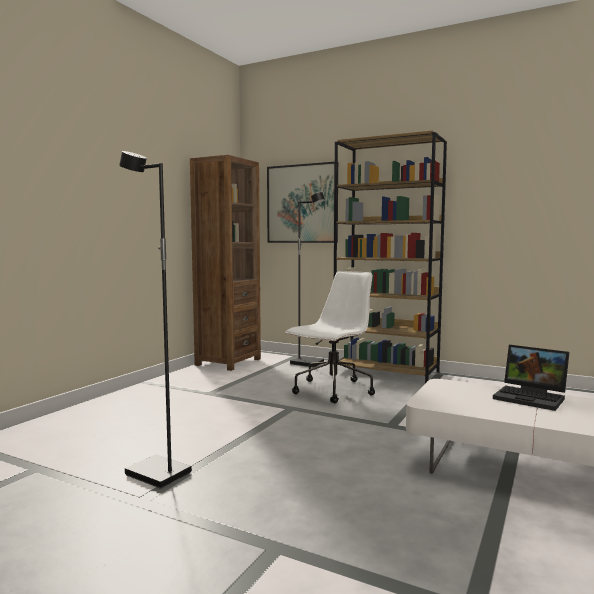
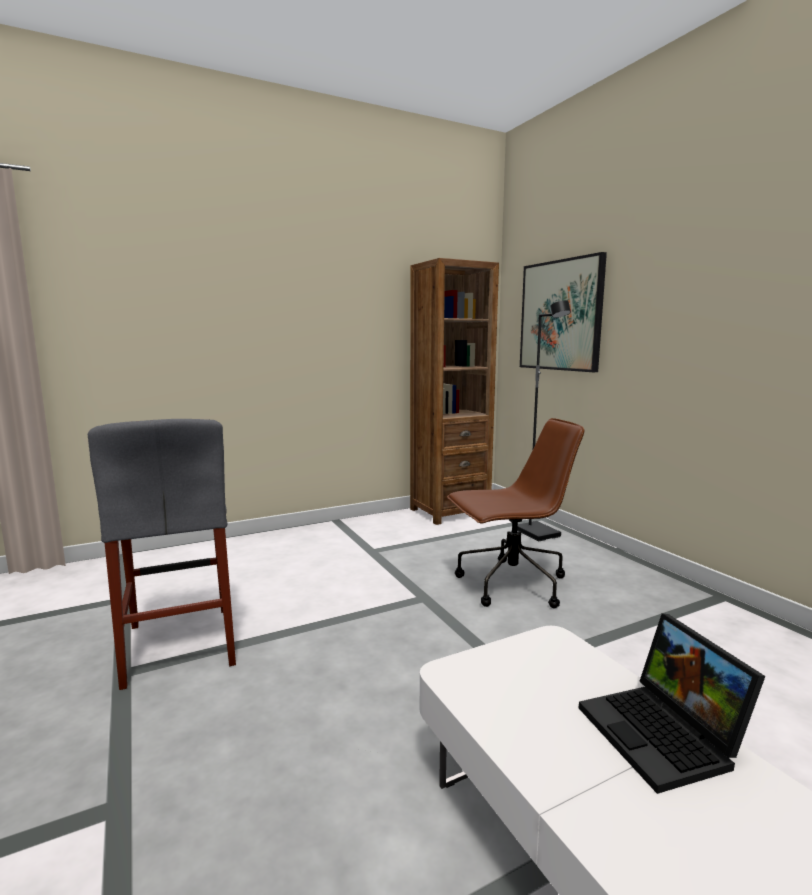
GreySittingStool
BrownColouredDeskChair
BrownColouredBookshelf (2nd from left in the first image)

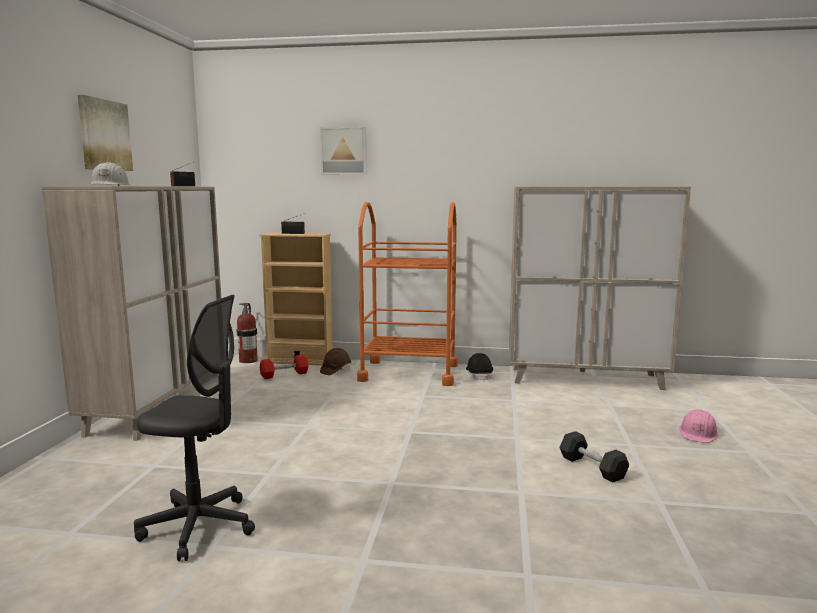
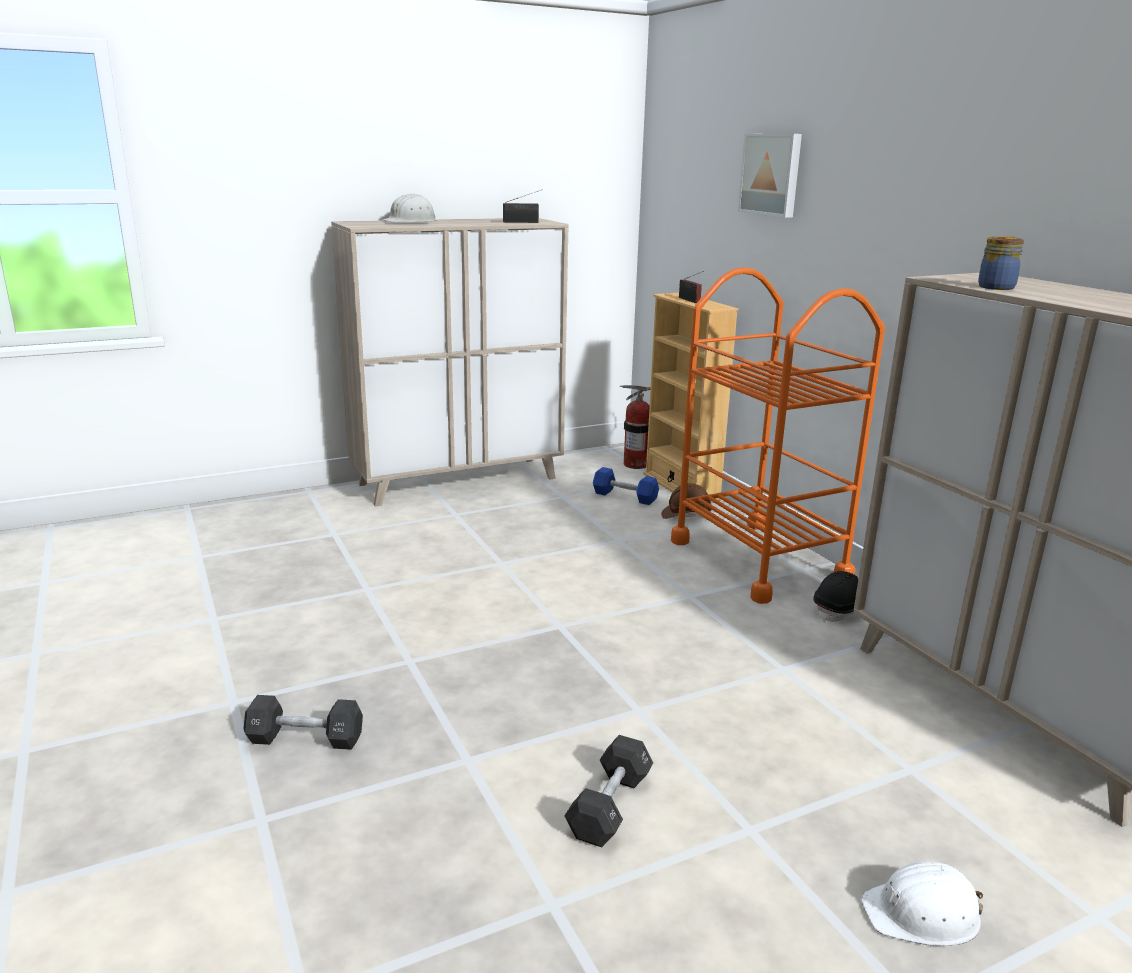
WallArt (1st from left in the first image)
GreyDeskChair
BlueFreeWeight
WhitishWorkHelmet (2nd from left)
BlackColouredFreeWeight (1st from left)
PreserveJar

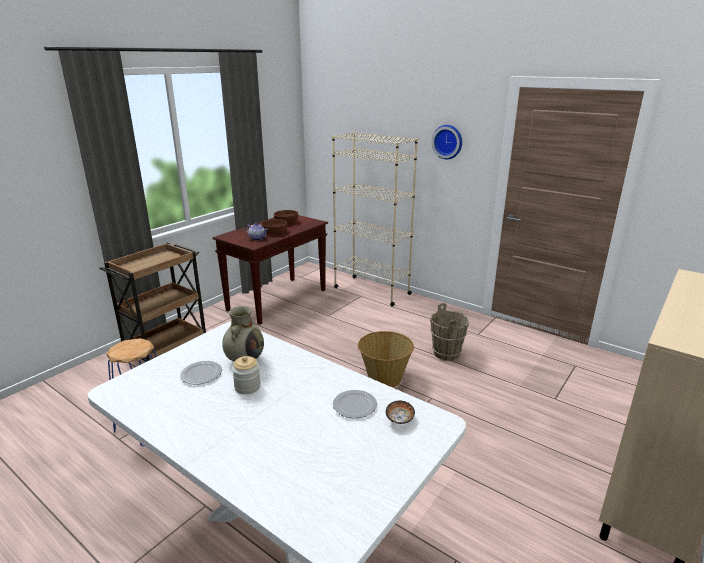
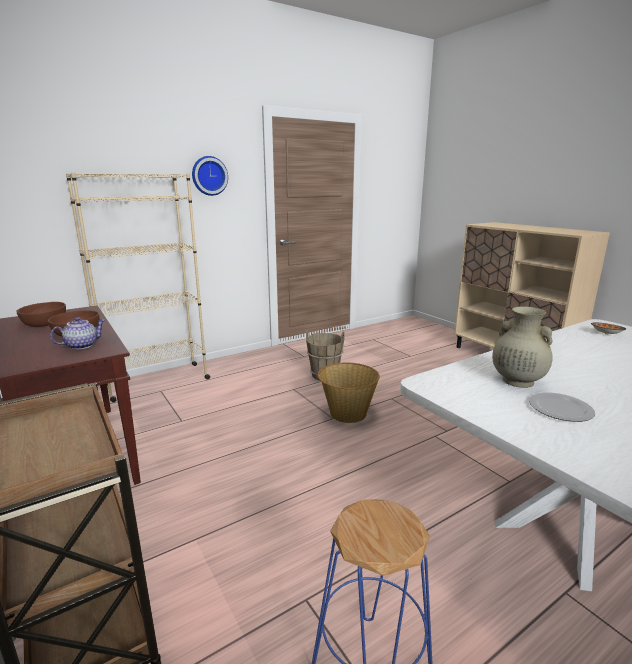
PreserveJar
DinnerPlate (2nd from left in the first image)

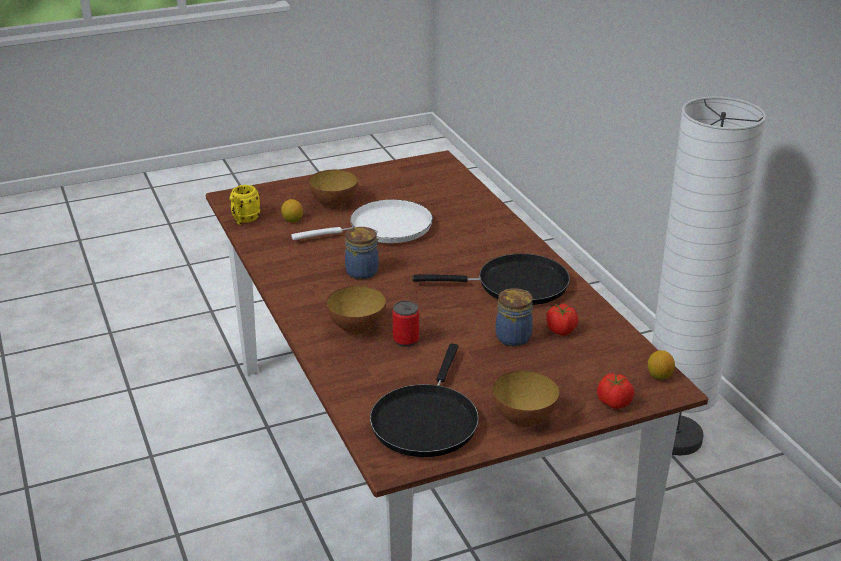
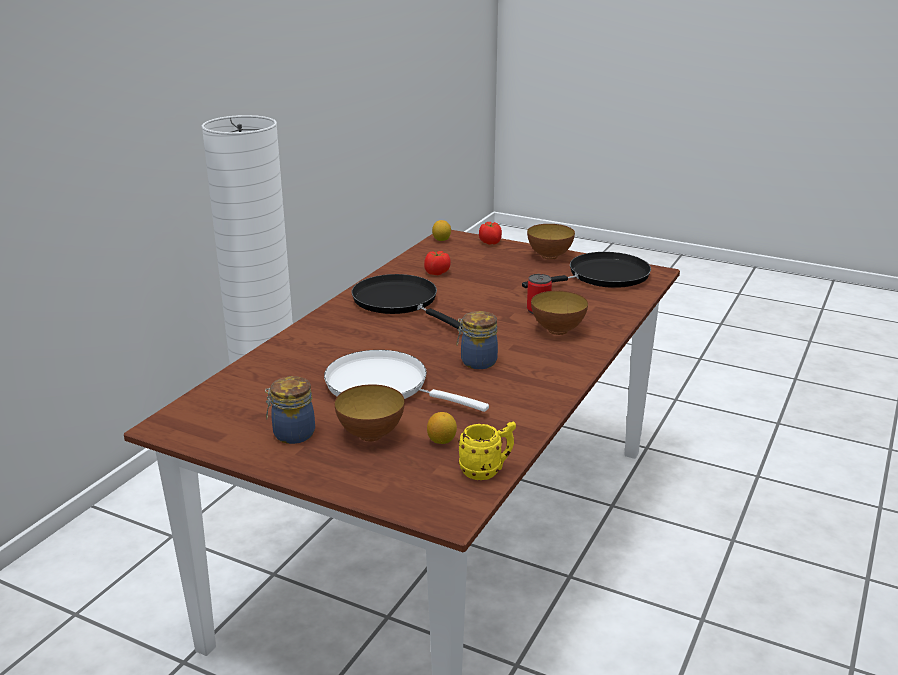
PreserveJar (1st from left)

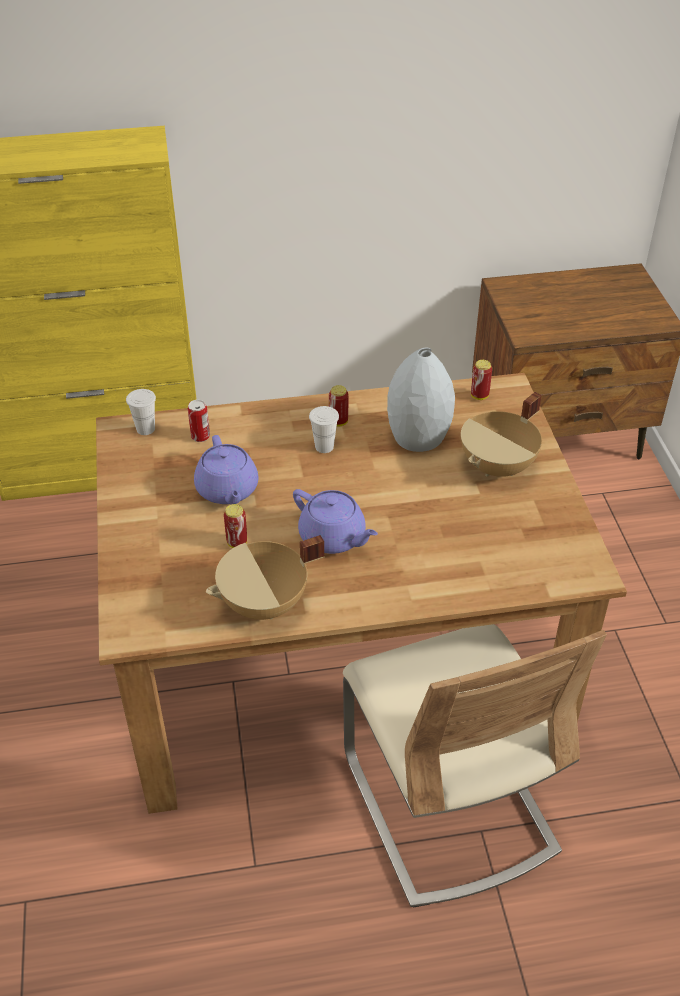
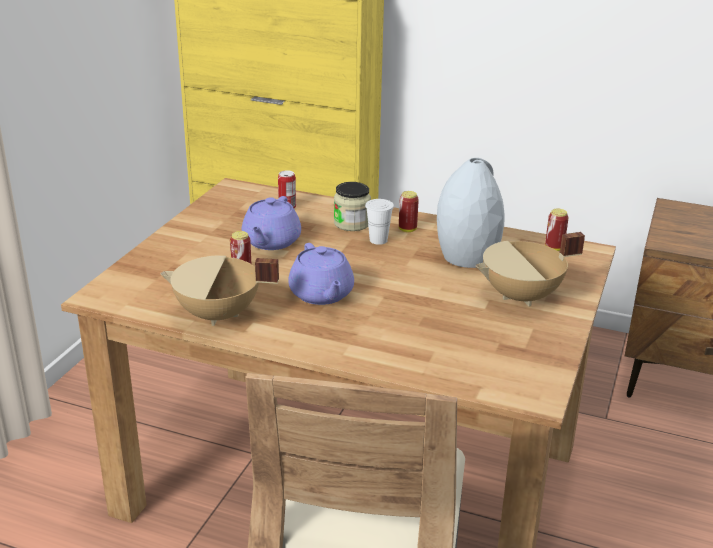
WhitishCup (1st from left in the first image)
PreserveJar

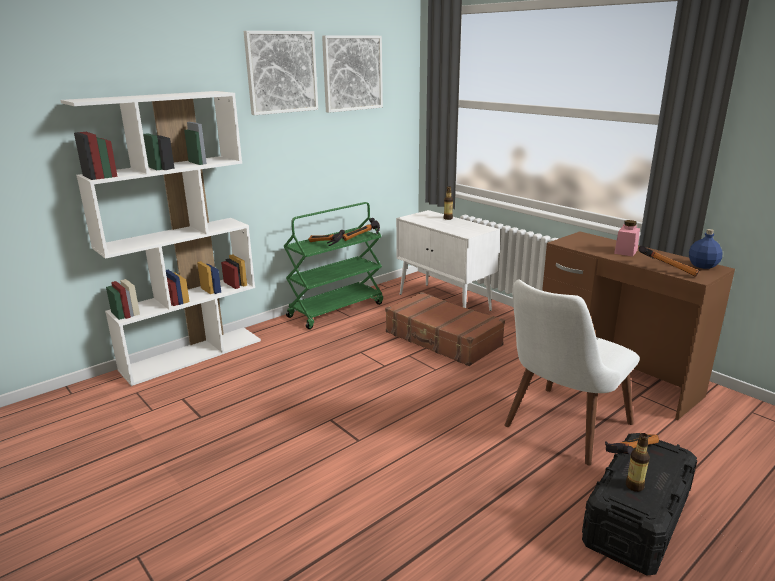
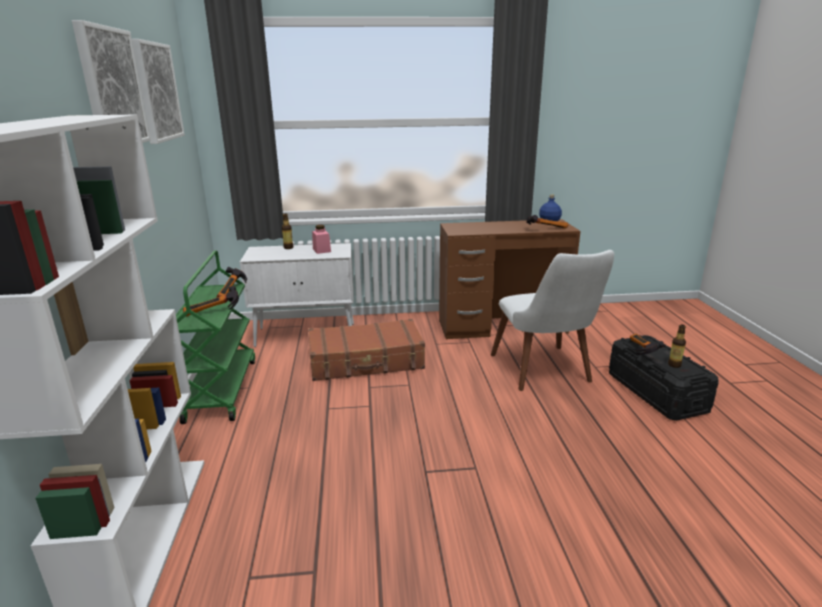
PinkishPreserveJar

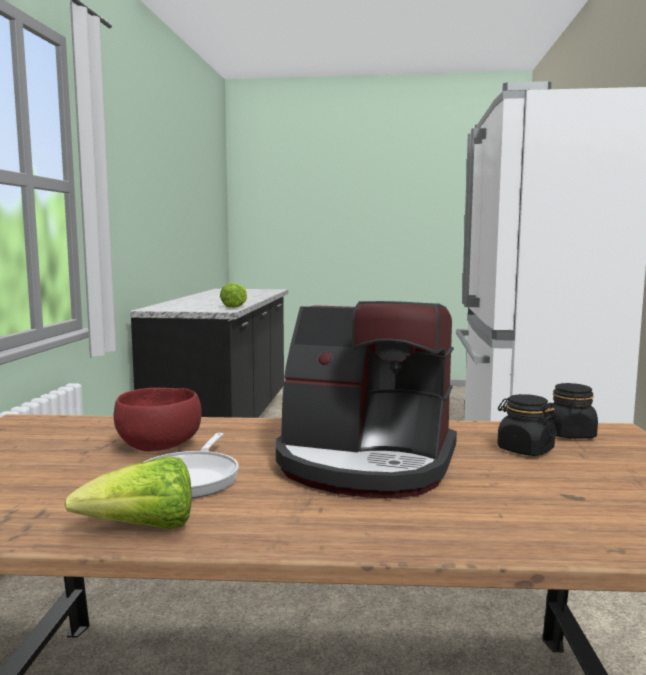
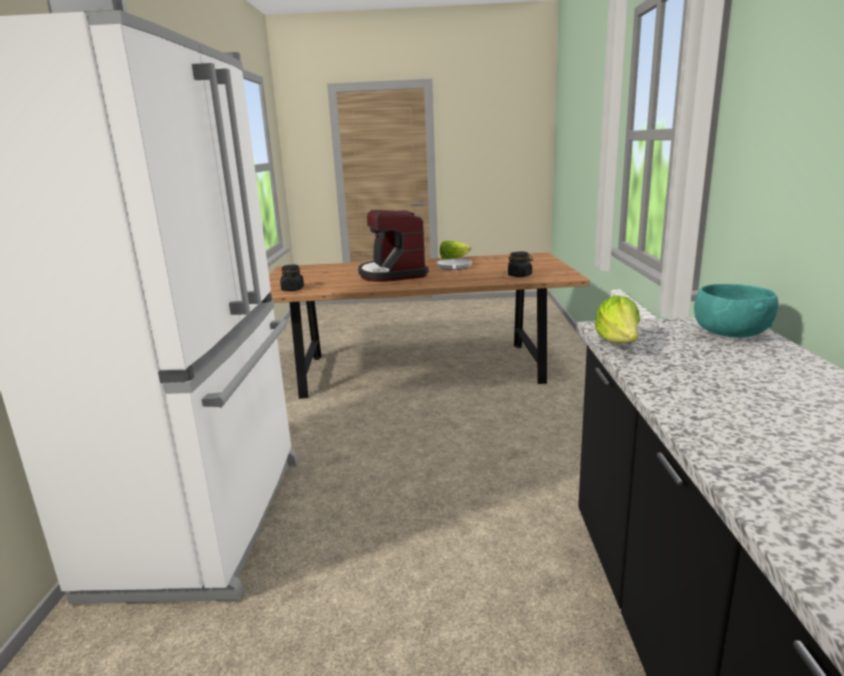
ReddishServingBowl
CoffeeMaker
BlackColouredPreserveJar (2nd from left)
TurquoiseServingBowl

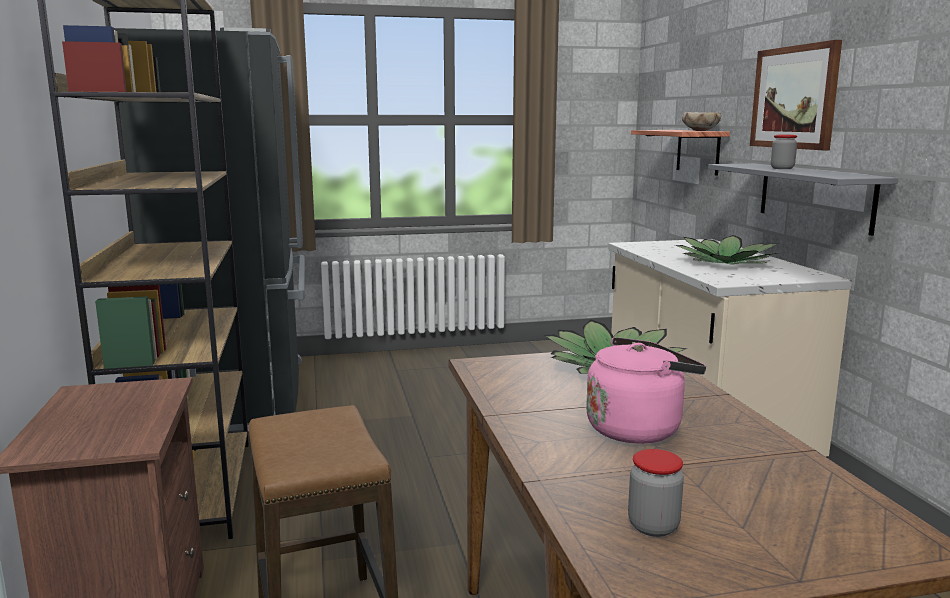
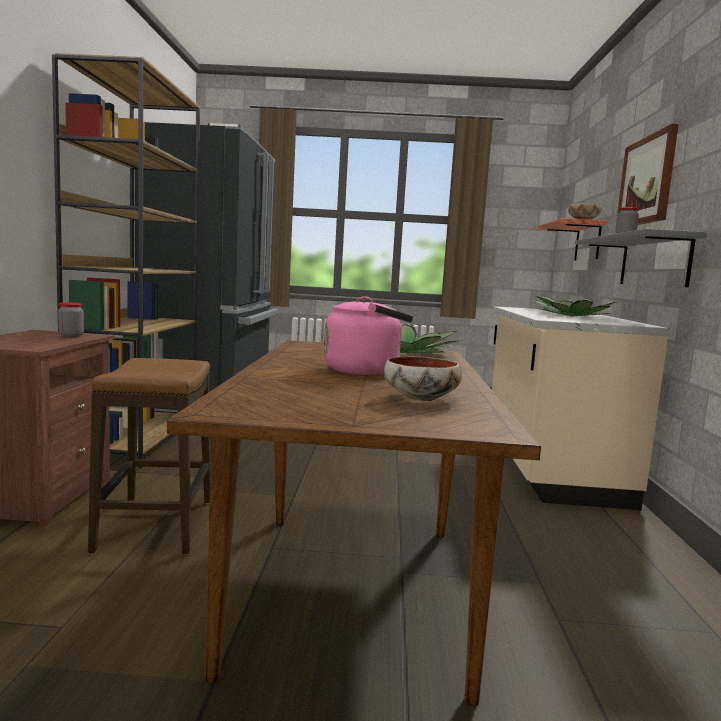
PreserveJar (1st from left)
ServingBowl (1st from left)

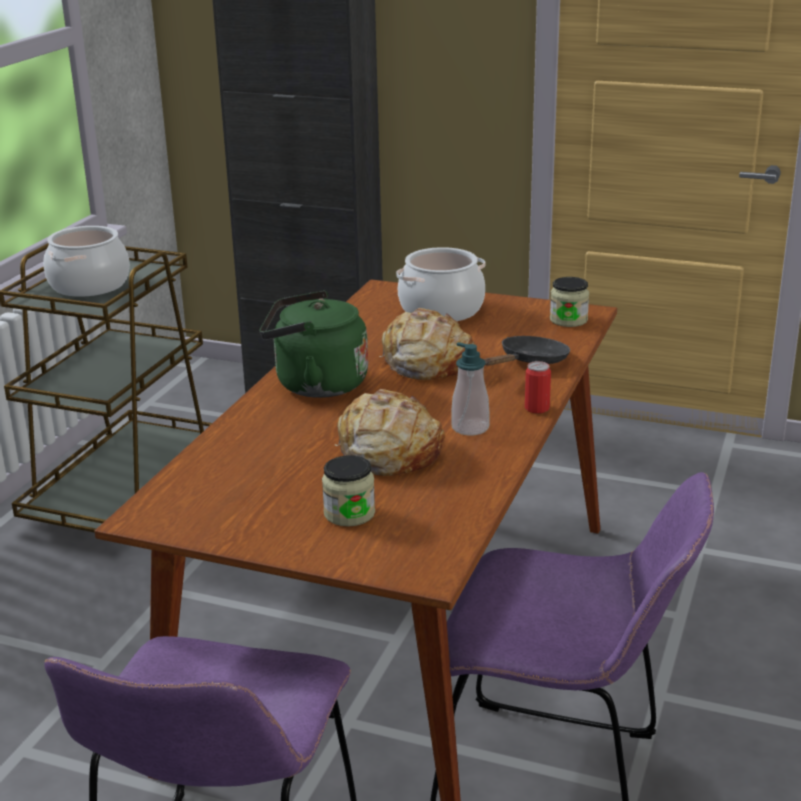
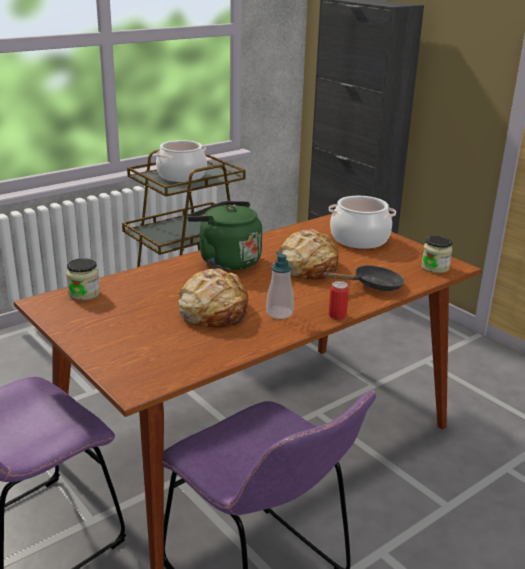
PreserveJar (1st from left)

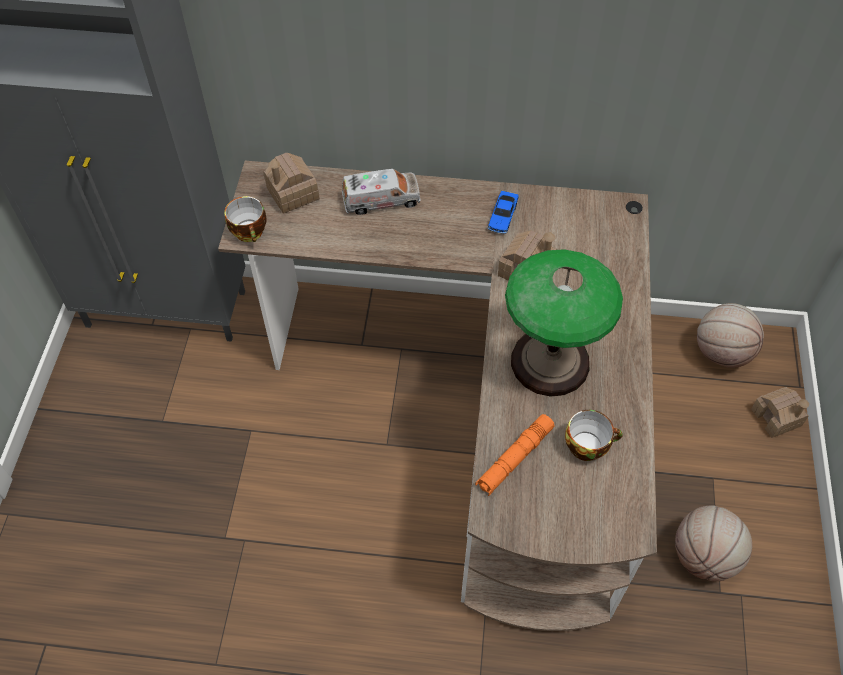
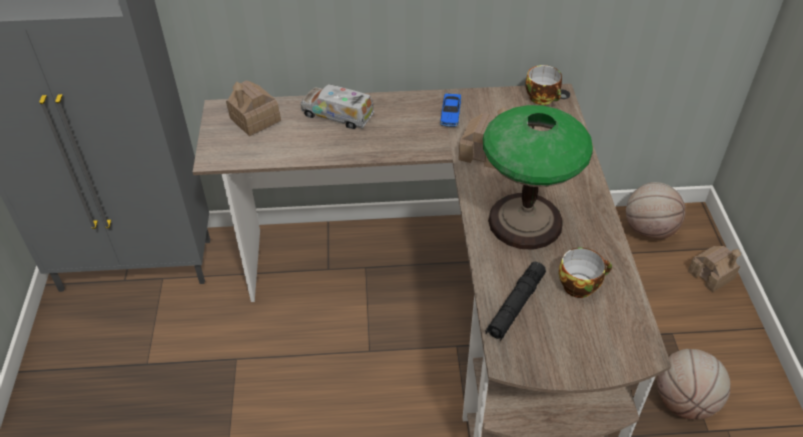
Cup (1st from left)
ToyLorry
BlackColouredTorch

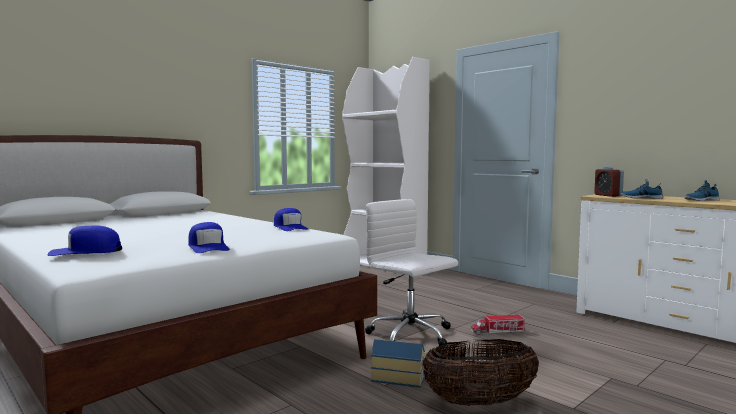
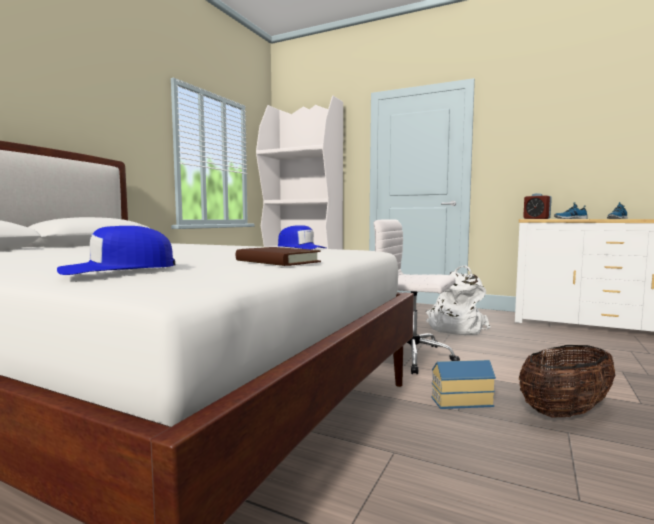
BrownColouredVolume
ToyLorry
WhitishRucksack

